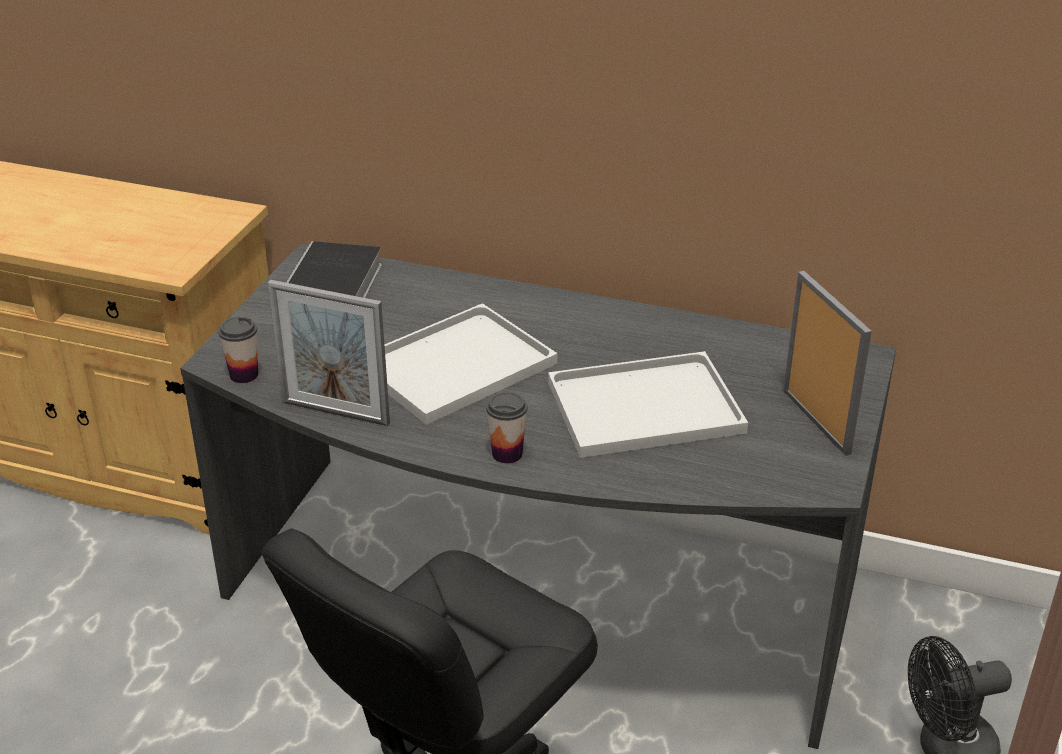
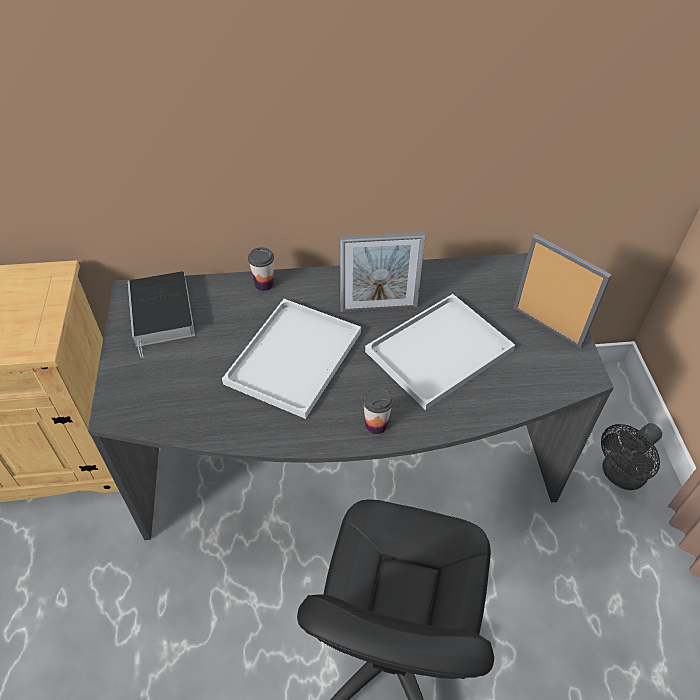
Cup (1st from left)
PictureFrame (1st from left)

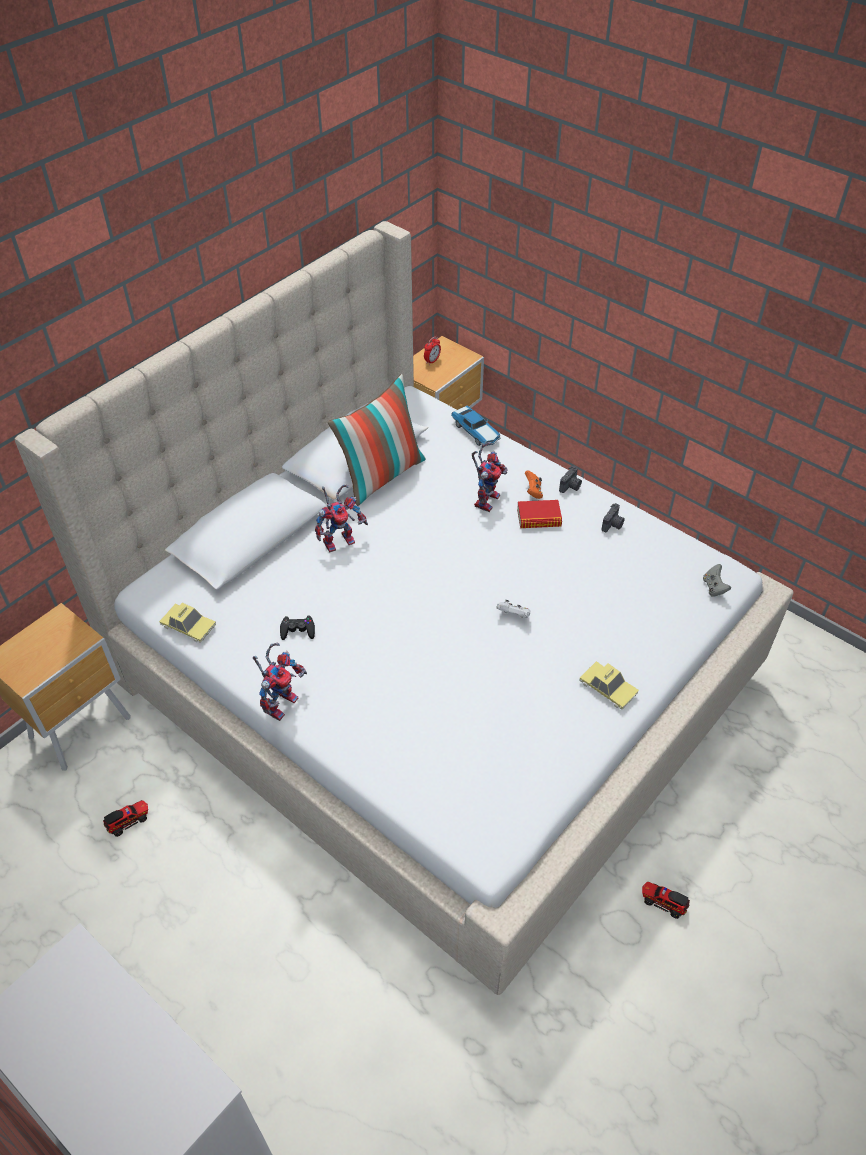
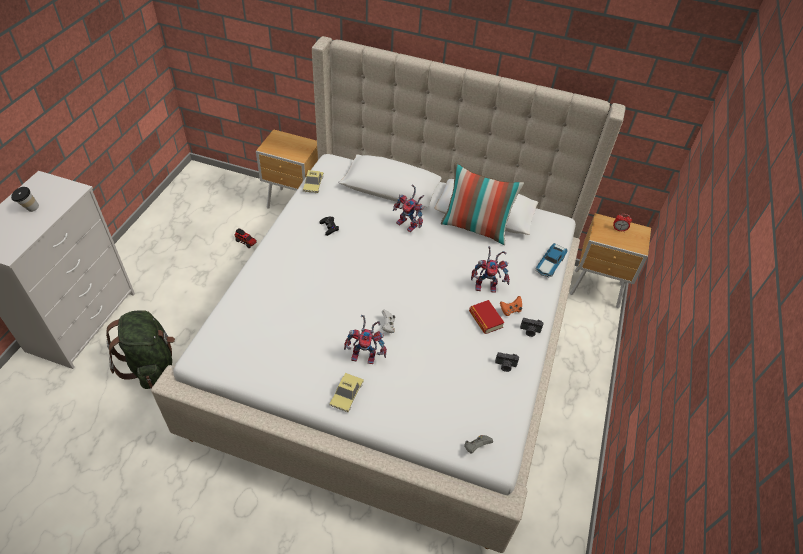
ModelRobot (1st from left)
ToyLorry (2nd from left in the first image)
Cup
GreenColouredRucksack

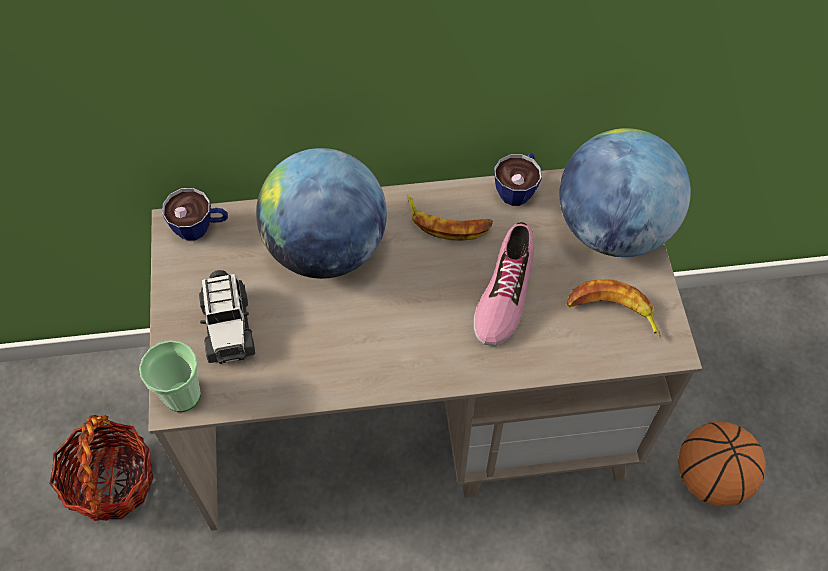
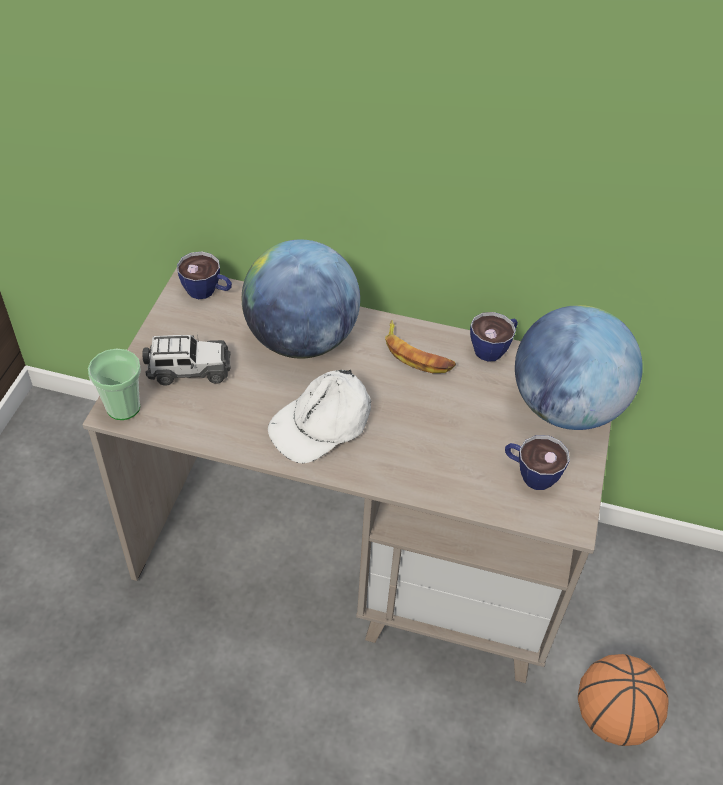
Basket
ModelCar
Shoe
Cup (4th from left)
WhitishCap

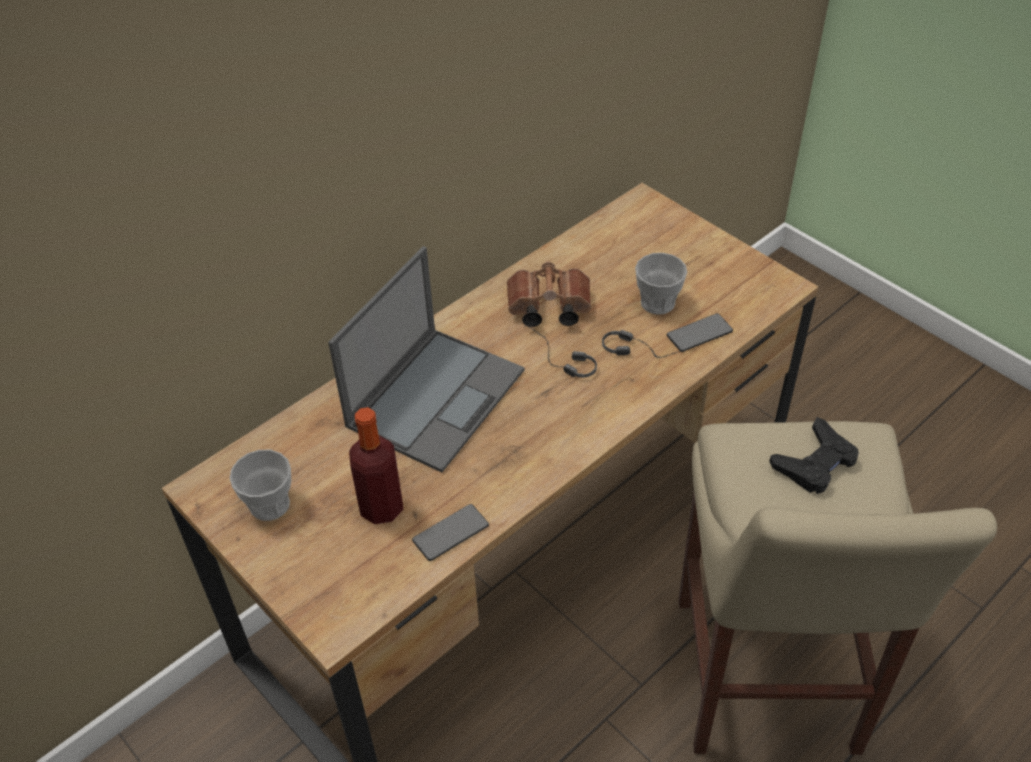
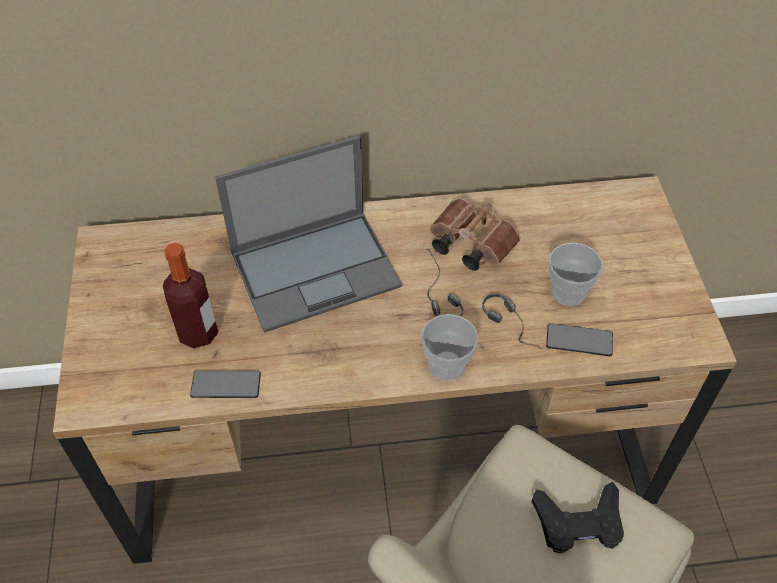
Cup (1st from left)

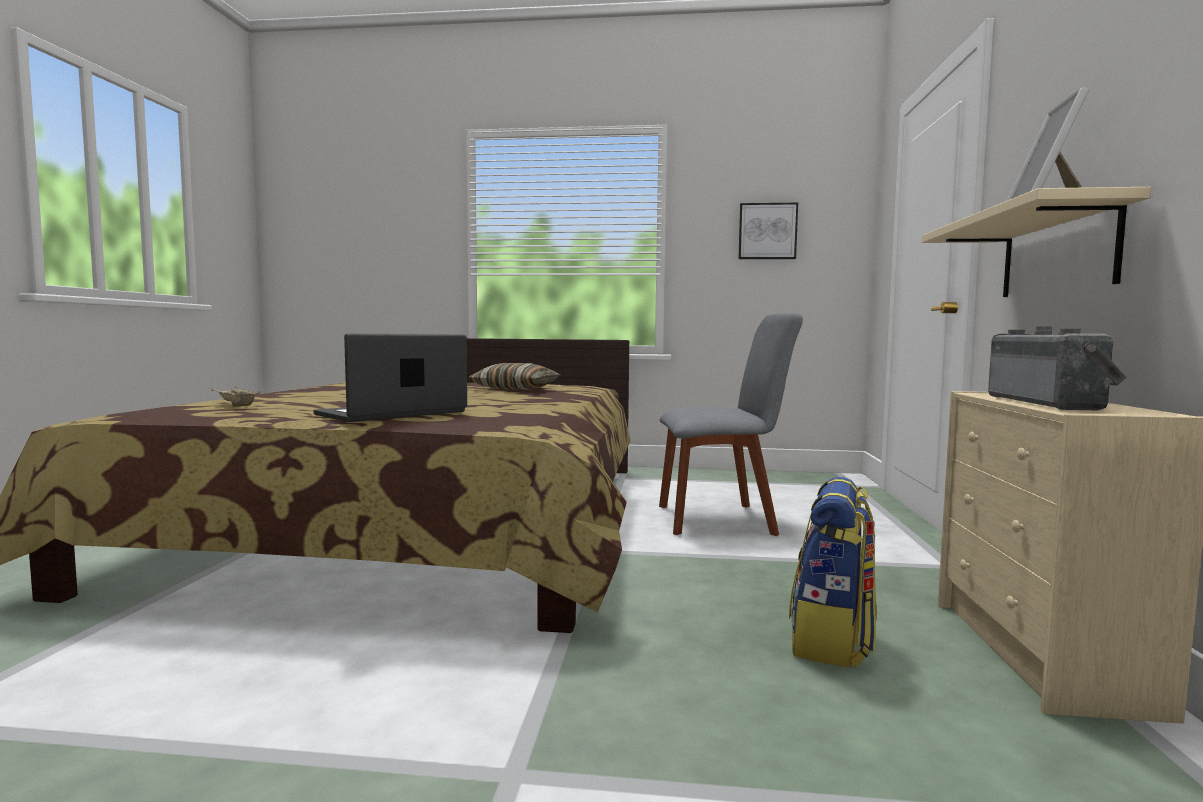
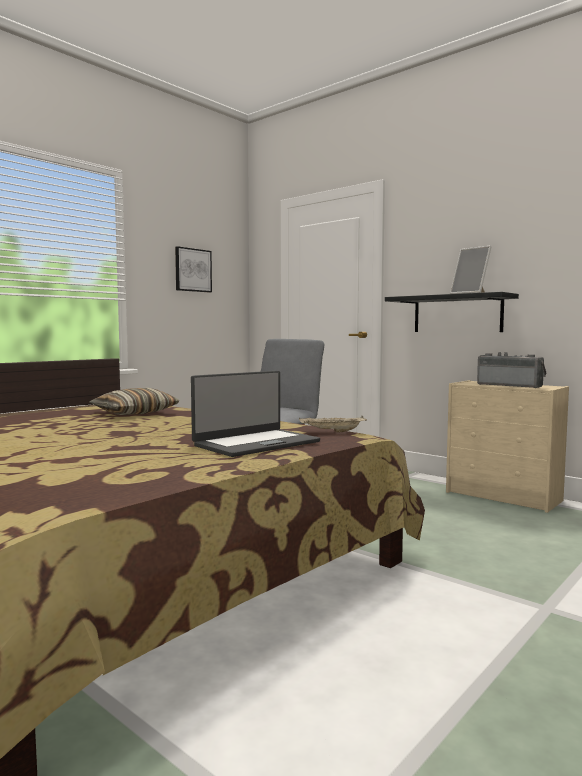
BeigeTray
NotebookComputer
Rucksack
BlackColouredWallShelf

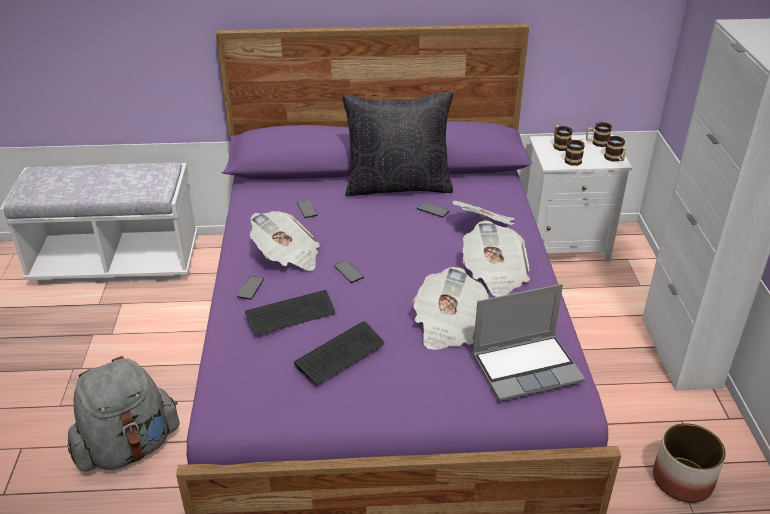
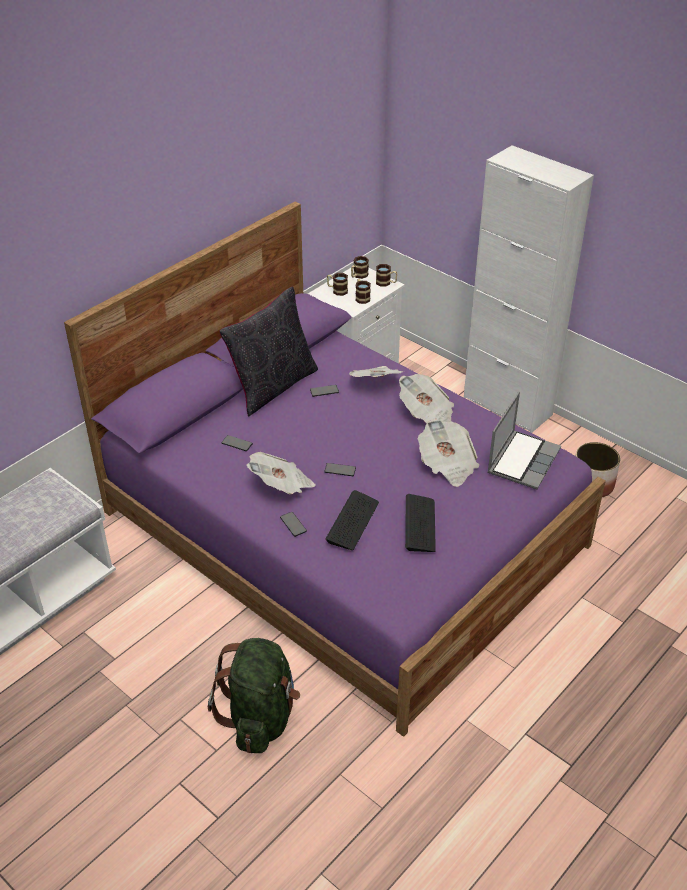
GreenColouredRucksack

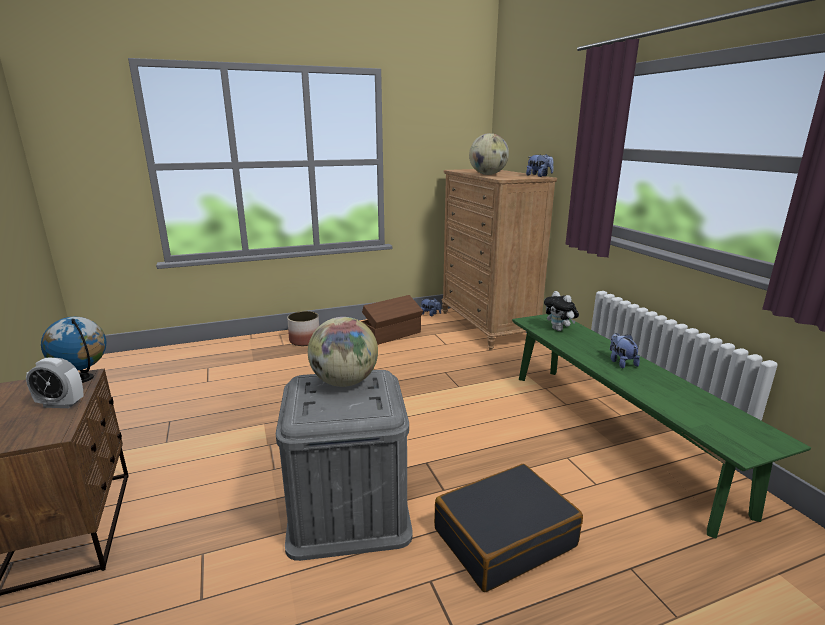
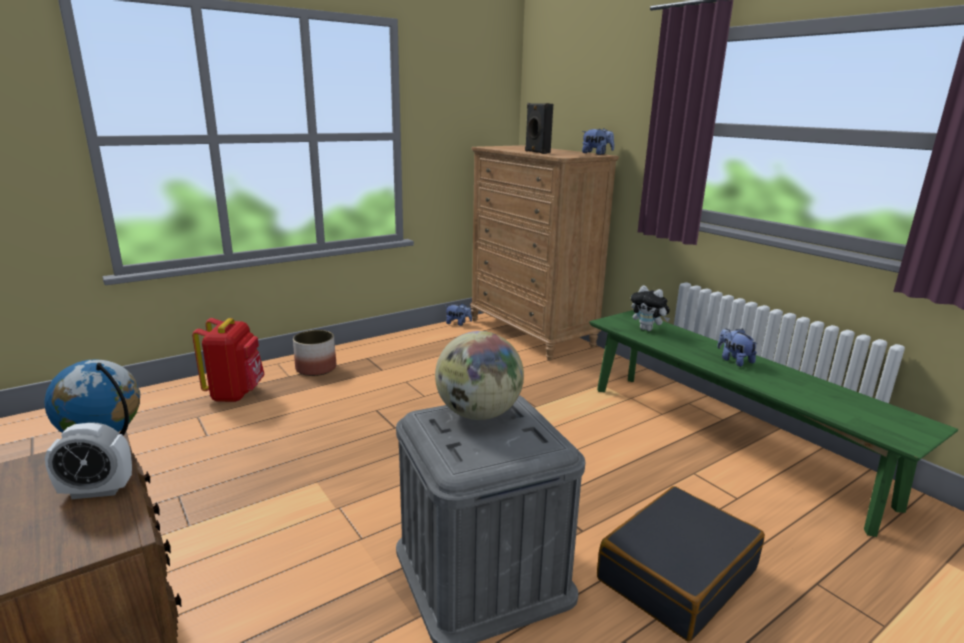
BrownColouredStorageBox
BlackColouredLoudspeaker
ReddishRucksack

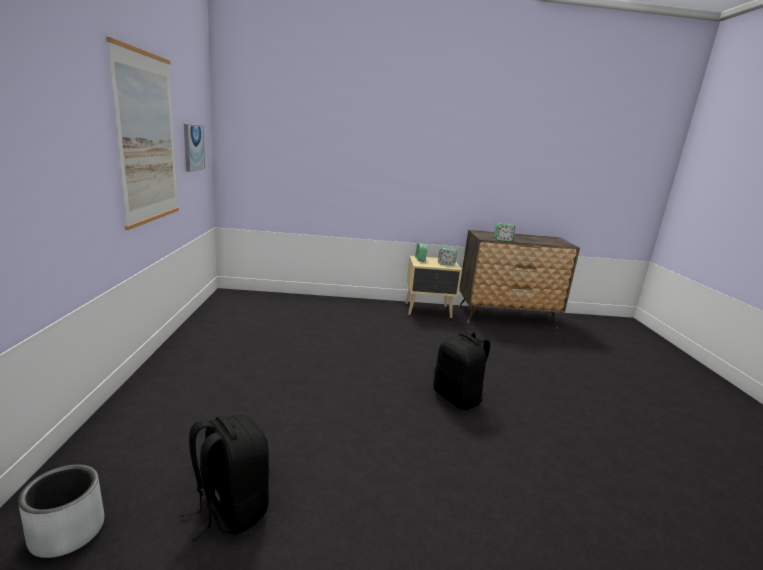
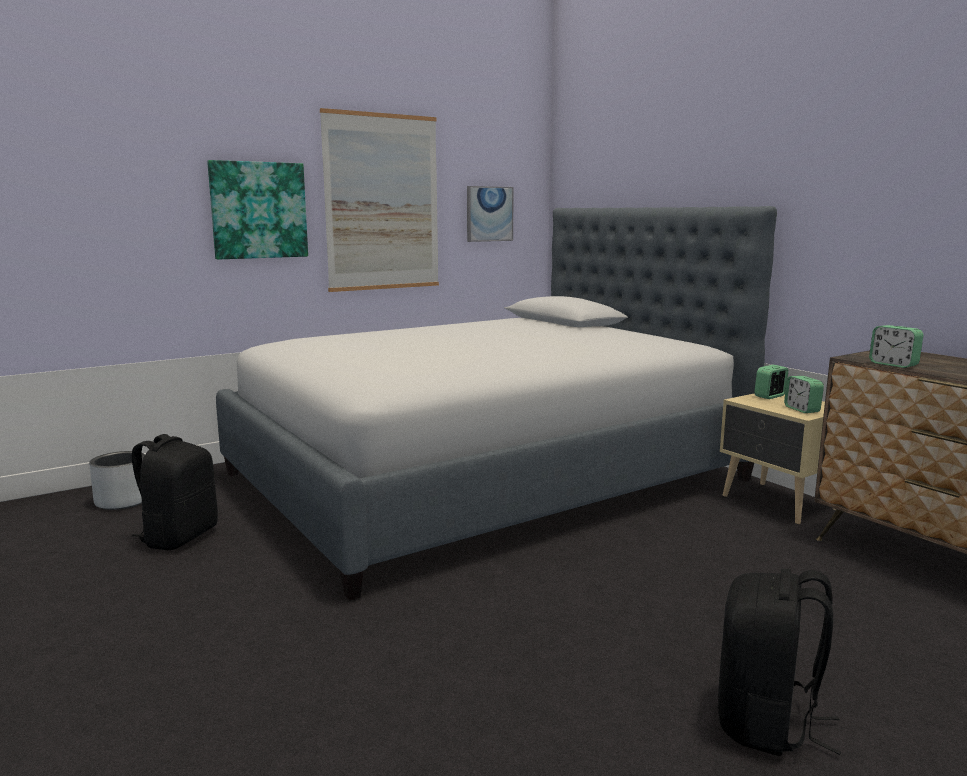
BlackColouredRucksack (2nd from left)
WallArt (1st from left)
BedroomBed

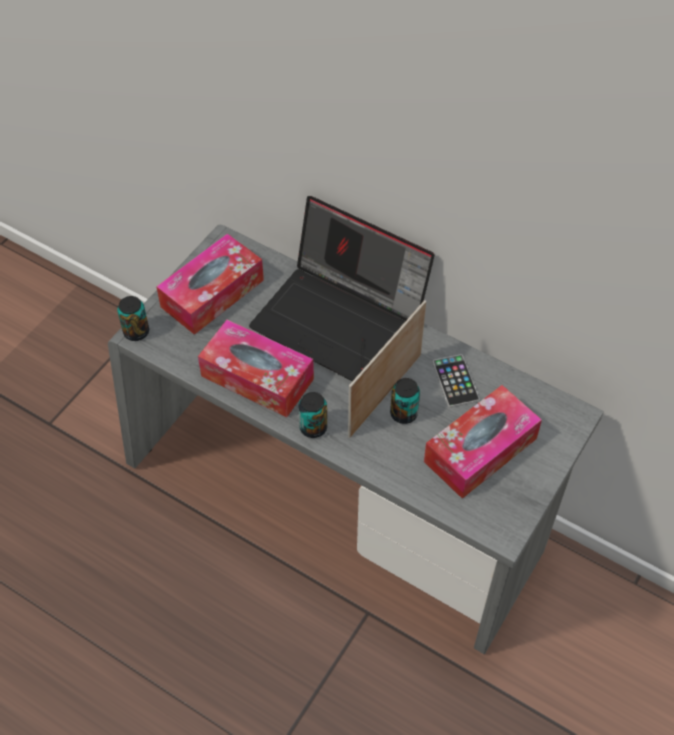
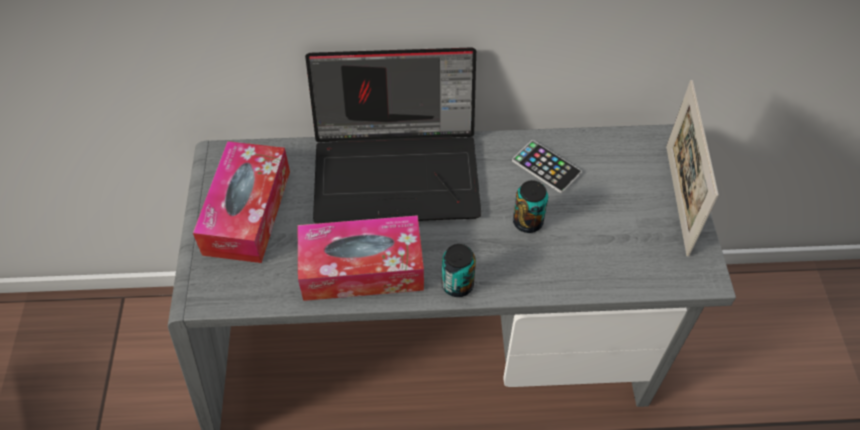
SealedCan (1st from left in the first image)
PictureFrame
BoxOfTissues (3rd from left in the first image)

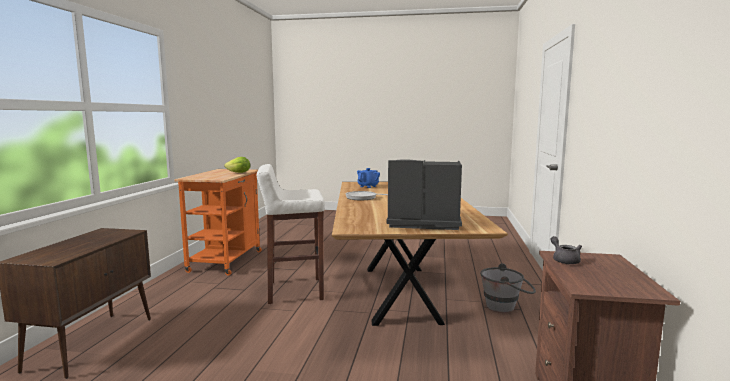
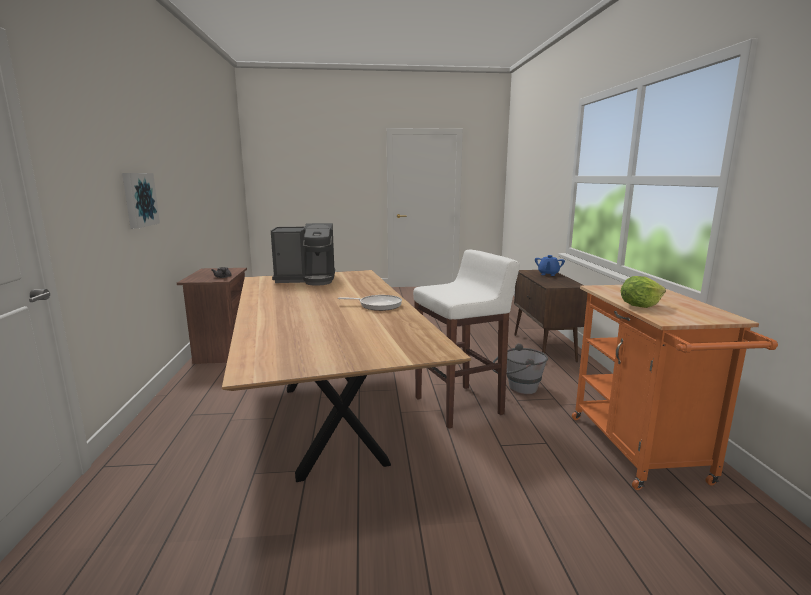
BluePotForTea
GreyBucket
WallArt

